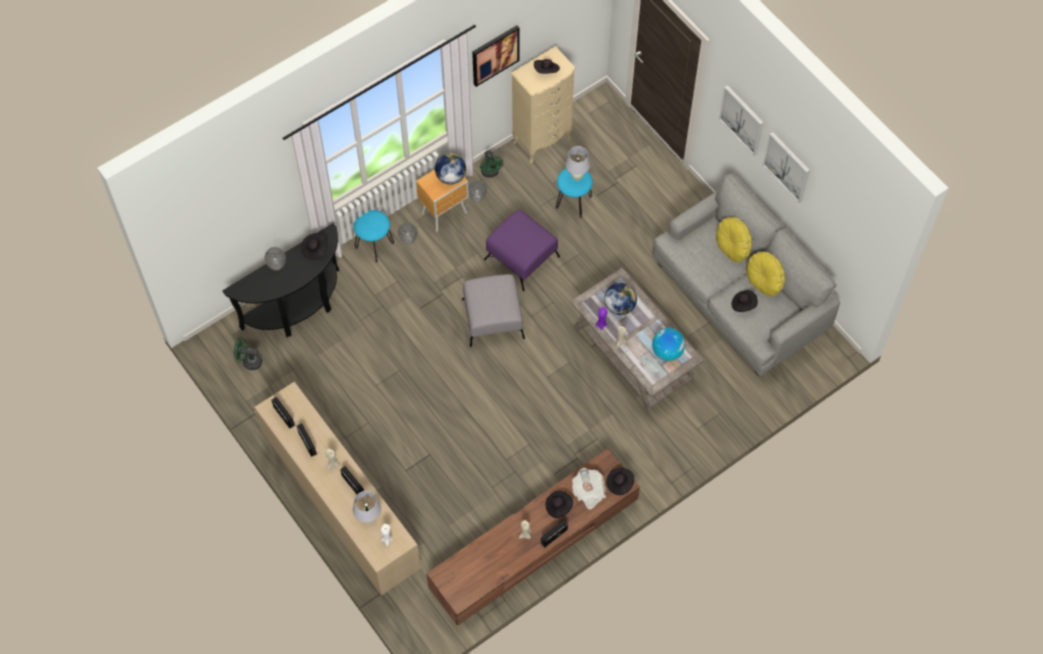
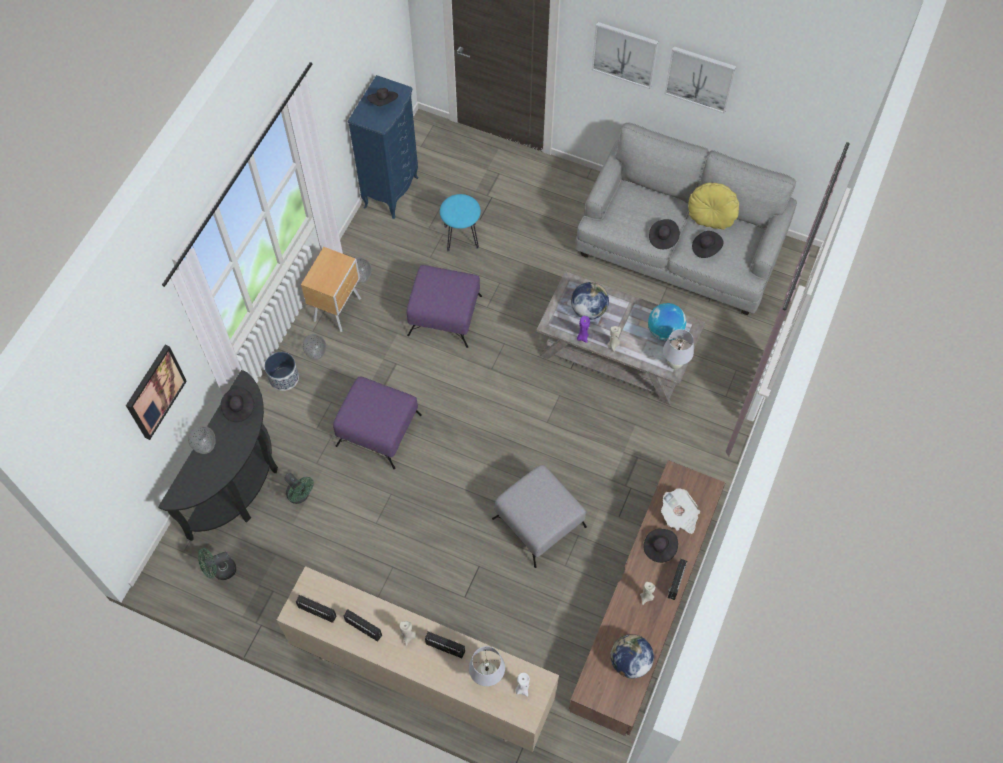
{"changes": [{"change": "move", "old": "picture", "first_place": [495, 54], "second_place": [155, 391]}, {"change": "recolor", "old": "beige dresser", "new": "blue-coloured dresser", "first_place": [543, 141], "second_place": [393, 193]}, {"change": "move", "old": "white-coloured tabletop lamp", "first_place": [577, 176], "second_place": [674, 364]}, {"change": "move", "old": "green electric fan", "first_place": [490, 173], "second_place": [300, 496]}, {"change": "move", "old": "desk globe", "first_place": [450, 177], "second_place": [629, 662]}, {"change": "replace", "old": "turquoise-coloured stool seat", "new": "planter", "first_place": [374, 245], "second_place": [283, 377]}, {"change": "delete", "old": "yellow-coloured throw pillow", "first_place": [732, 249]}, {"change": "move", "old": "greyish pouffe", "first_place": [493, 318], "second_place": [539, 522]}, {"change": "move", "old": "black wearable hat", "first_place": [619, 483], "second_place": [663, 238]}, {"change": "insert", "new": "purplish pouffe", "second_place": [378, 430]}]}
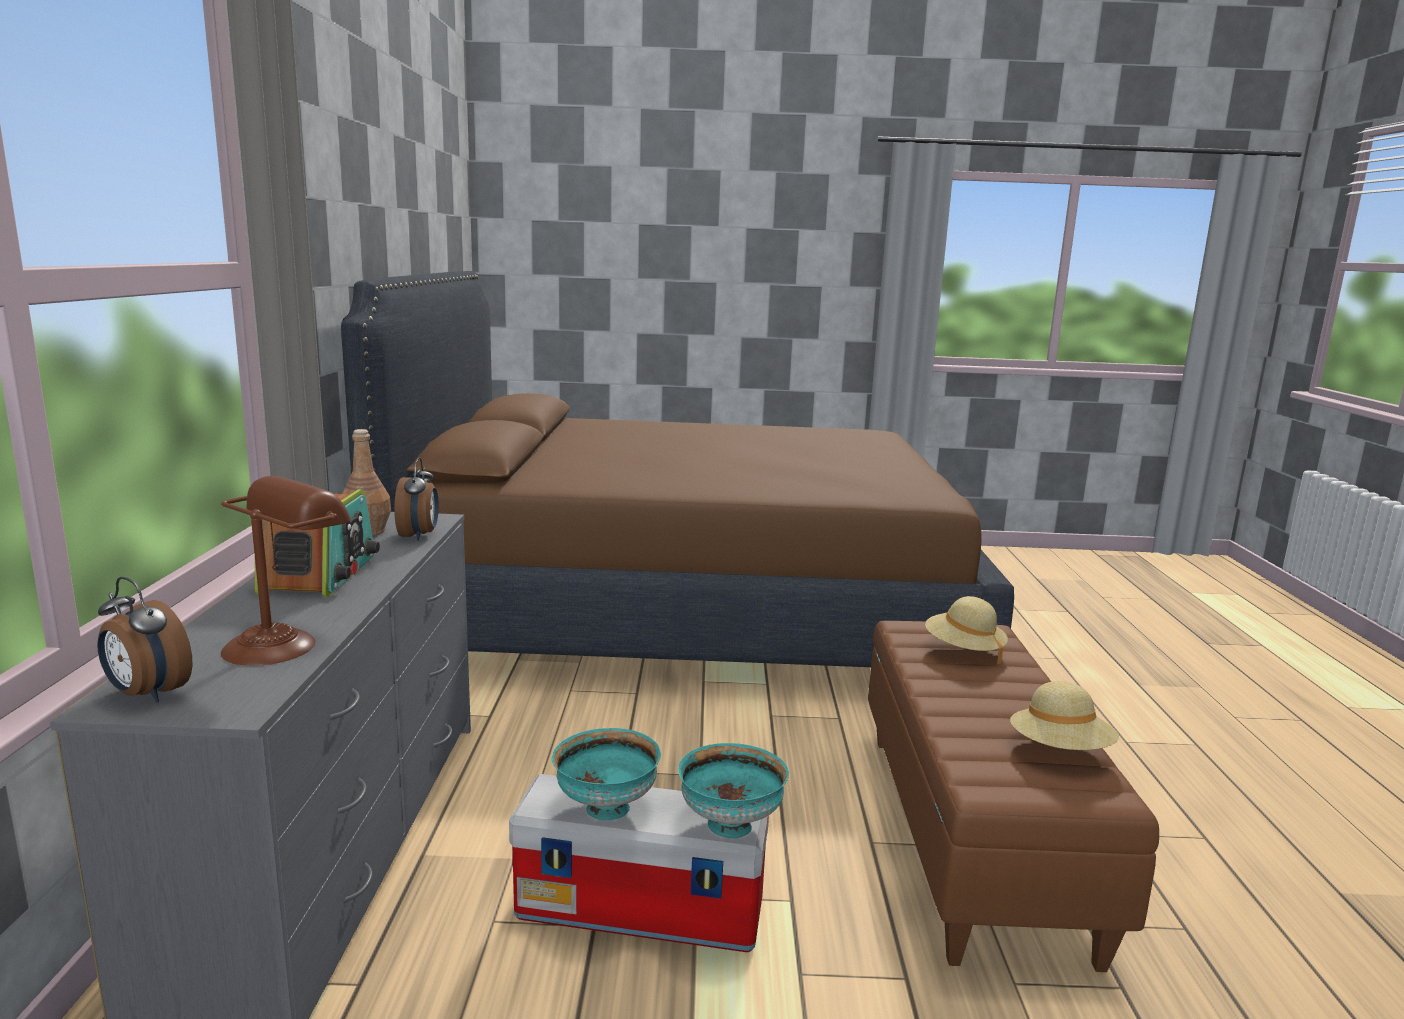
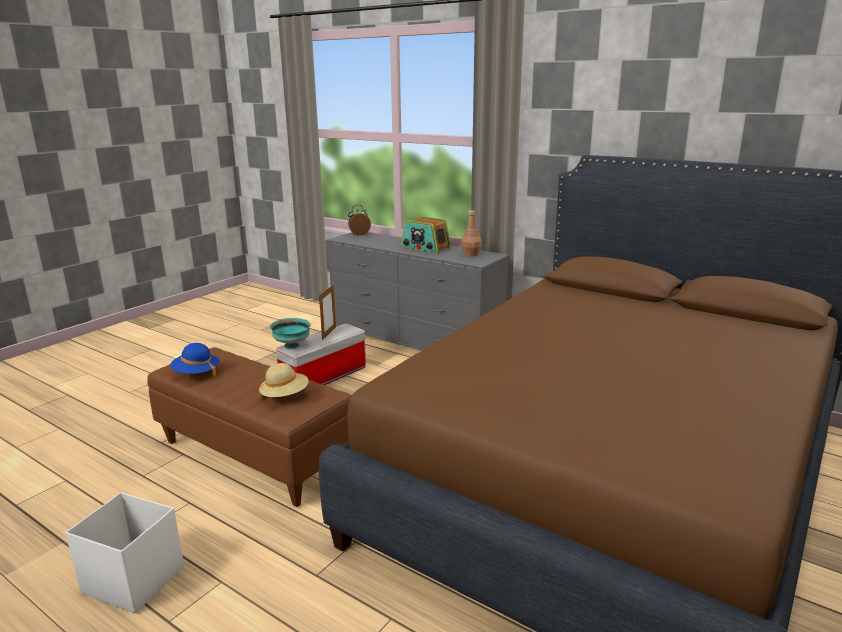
{"changes": [{"change": "delete", "old": "bedside clock", "first_place": [419, 536]}, {"change": "delete", "old": "brown tabletop lamp", "first_place": [285, 640]}, {"change": "recolor", "old": "beige wearable hat", "new": "blue-coloured wearable hat", "first_place": [1060, 750], "second_place": [196, 373]}, {"change": "replace", "old": "turquoise-coloured bowl", "new": "photo frame", "first_place": [605, 808], "second_place": [329, 333]}, {"change": "insert", "new": "white-coloured storage bin", "second_place": [133, 579]}]}
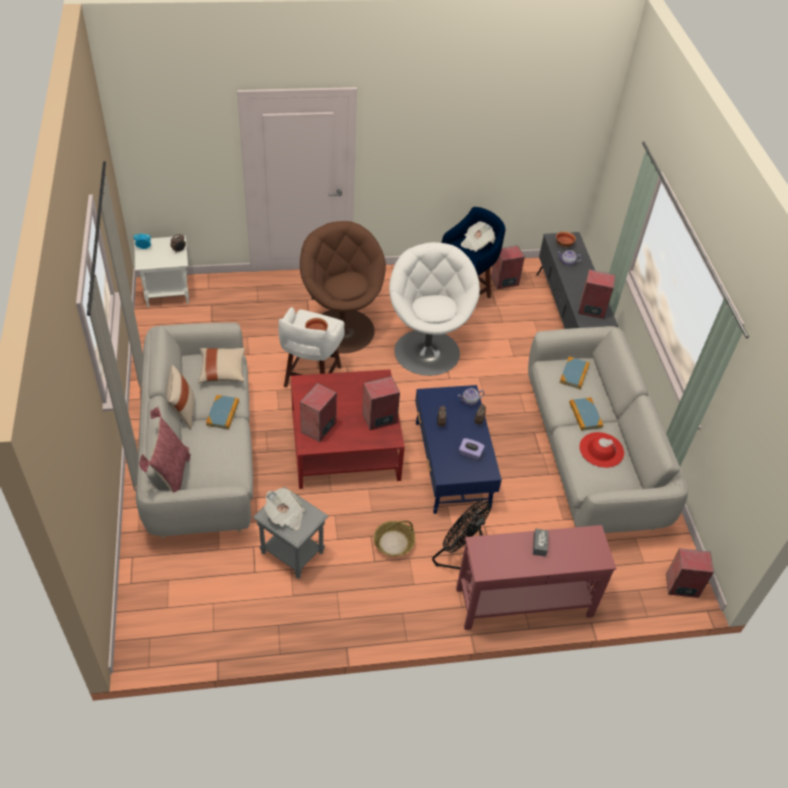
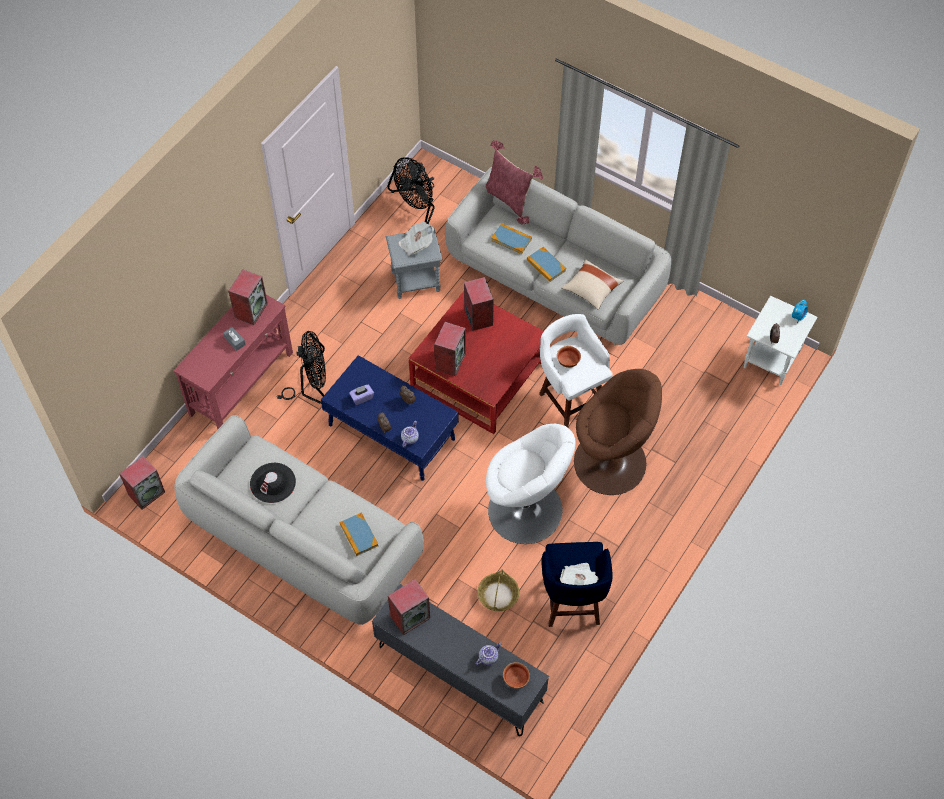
{"changes": [{"change": "move", "old": "audio speaker", "first_place": [504, 281], "second_place": [251, 310]}, {"change": "delete", "old": "beige throw pillow", "first_place": [183, 412]}, {"change": "move", "old": "book", "first_place": [585, 415], "second_place": [511, 239]}, {"change": "recolor", "old": "red-coloured wearable hat", "new": "black wearable hat", "first_place": [601, 450], "second_place": [273, 483]}, {"change": "move", "old": "storage basket", "first_place": [393, 543], "second_place": [498, 595]}, {"change": "insert", "new": "black electric fan", "second_place": [417, 201]}]}
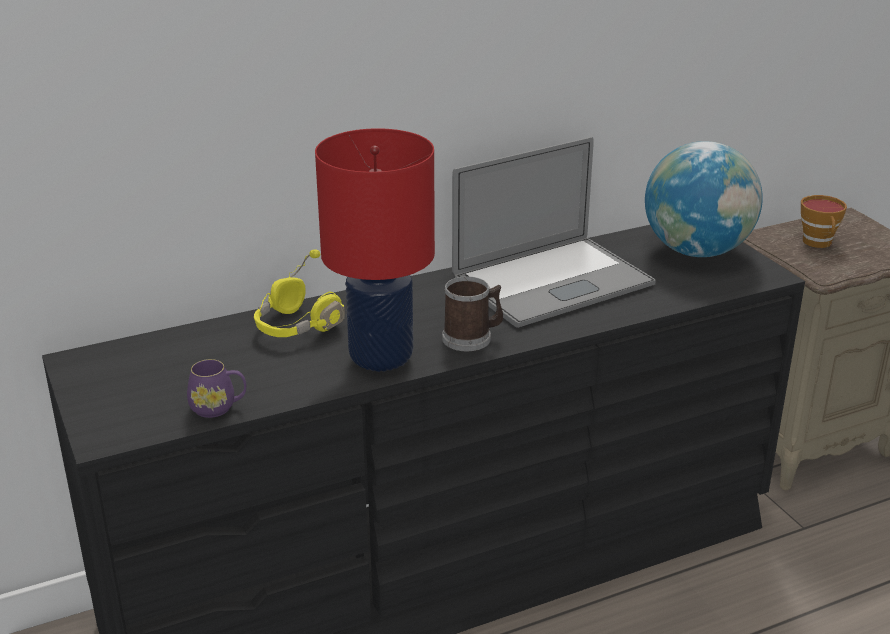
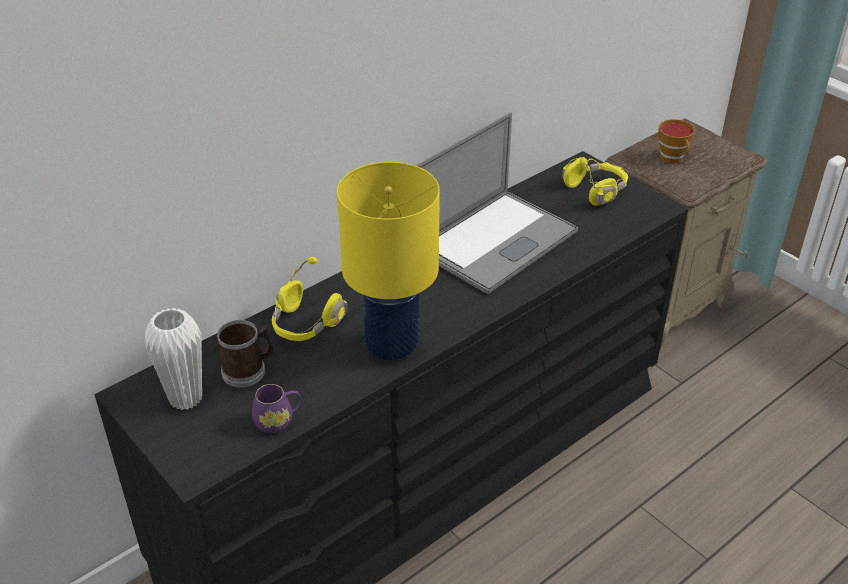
{"changes": [{"change": "recolor", "old": "red-coloured tabletop lamp", "new": "yellow-coloured tabletop lamp", "first_place": [381, 360], "second_place": [392, 347]}, {"change": "replace", "old": "desk globe", "new": "yellow-coloured headphones", "first_place": [697, 251], "second_place": [596, 191]}, {"change": "move", "old": "tea mug", "first_place": [472, 338], "second_place": [248, 370]}, {"change": "insert", "new": "white-coloured flower vase", "second_place": [185, 398]}]}
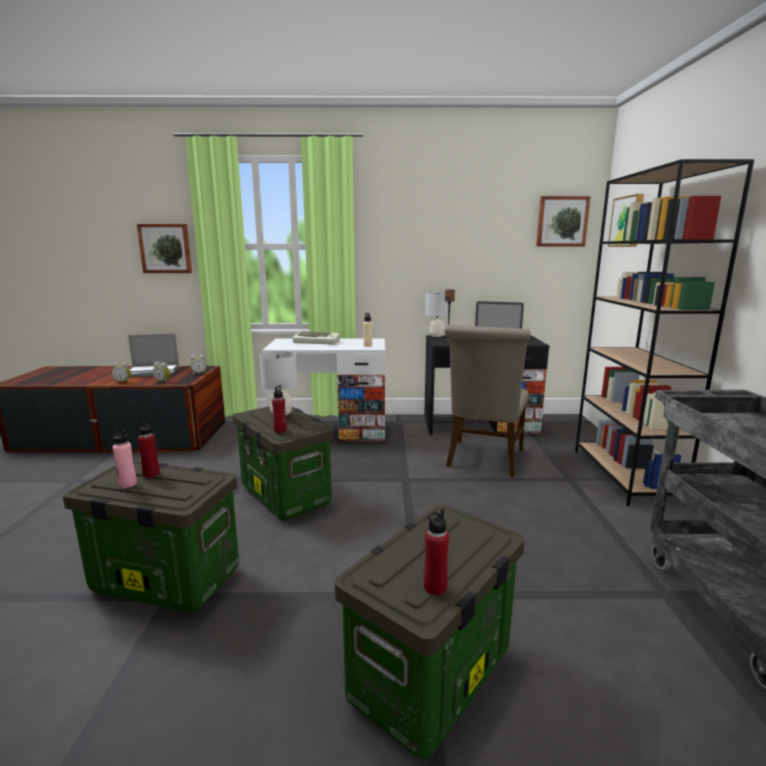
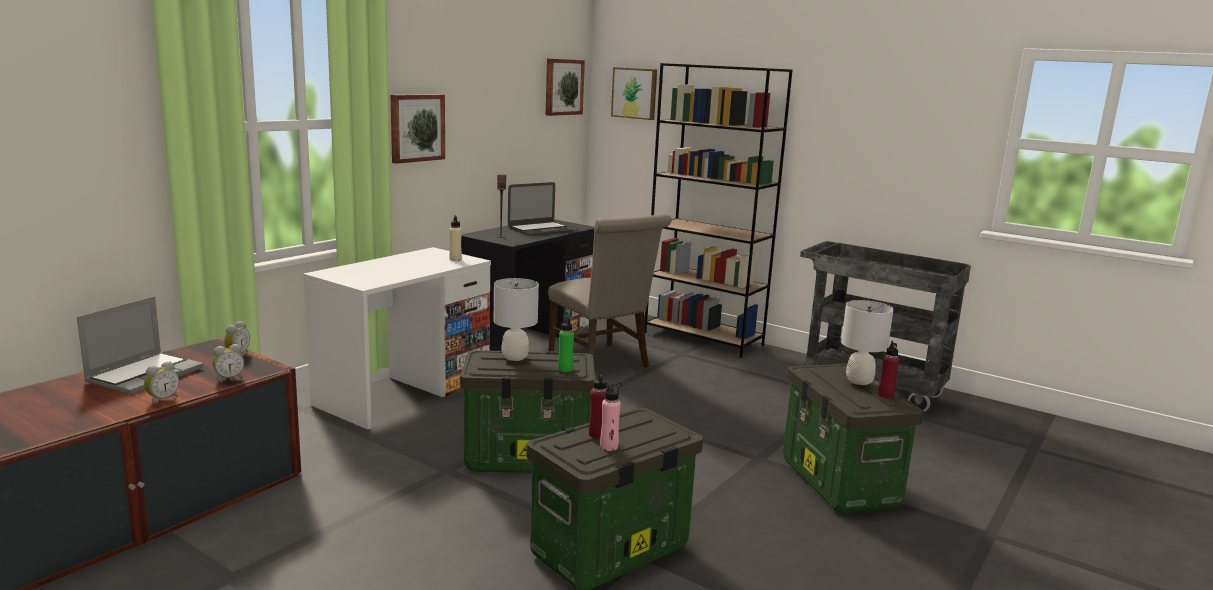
{"changes": [{"change": "move", "old": "picture", "first_place": [165, 248], "second_place": [416, 127]}, {"change": "move", "old": "greyish tabletop lamp", "first_place": [437, 336], "second_place": [858, 382]}, {"change": "delete", "old": "keyboard", "first_place": [317, 342]}, {"change": "recolor", "old": "red-coloured beverage bottle", "new": "green beverage bottle", "first_place": [280, 430], "second_place": [565, 369]}]}
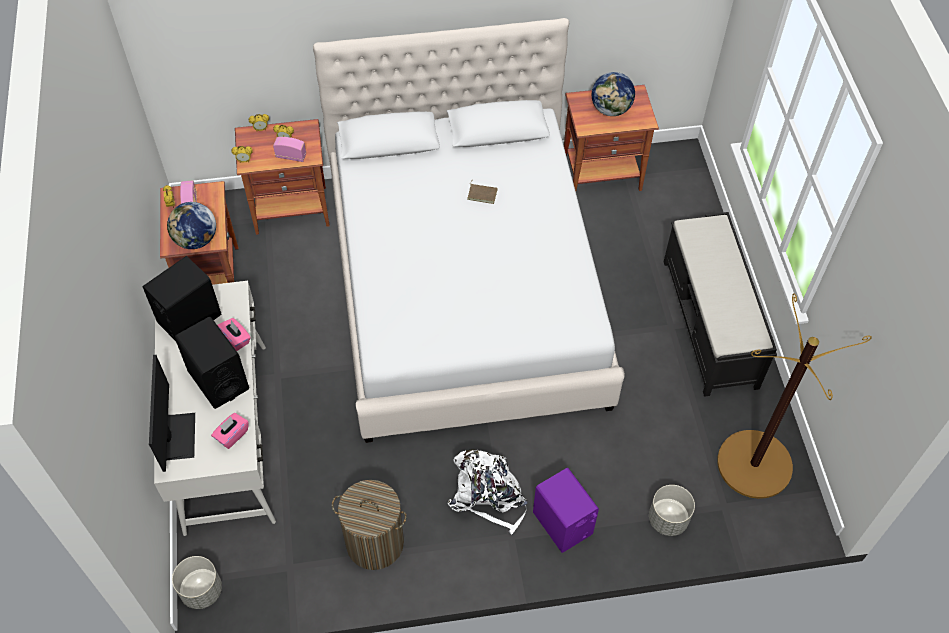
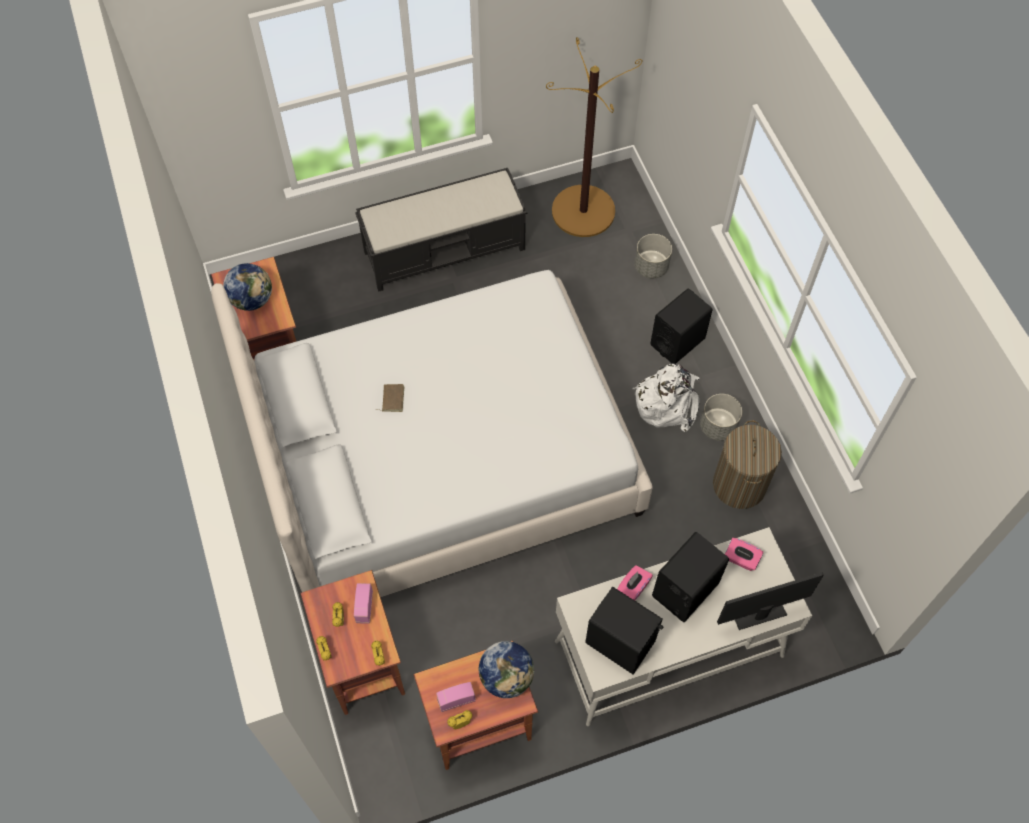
{"changes": [{"change": "recolor", "old": "purplish audio speaker", "new": "black audio speaker", "first_place": [562, 524], "second_place": [677, 341]}, {"change": "move", "old": "greyish planter", "first_place": [201, 591], "second_place": [718, 427]}]}
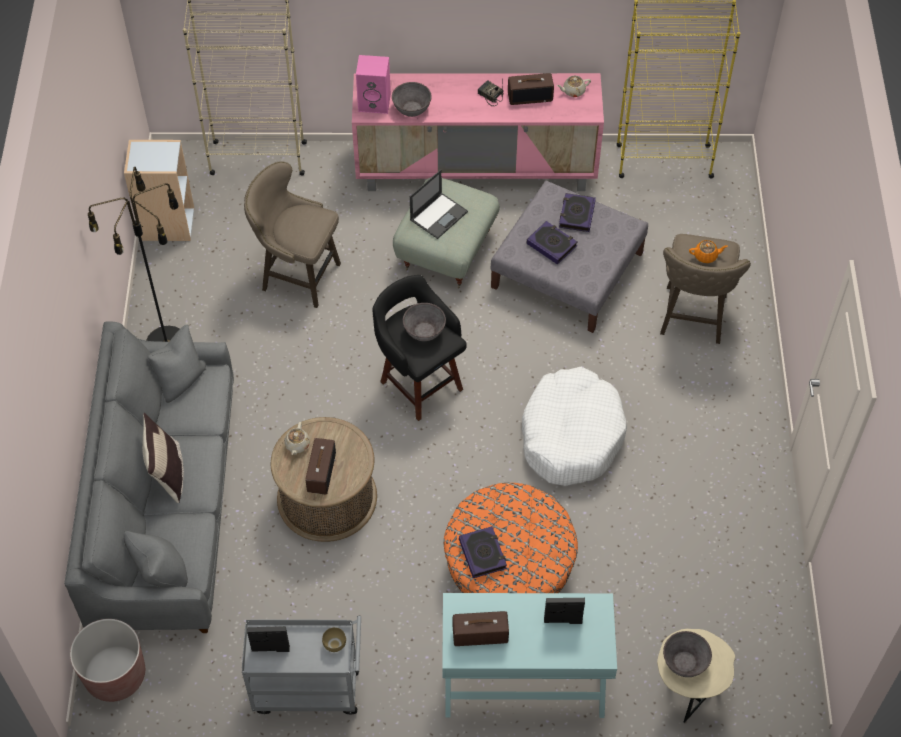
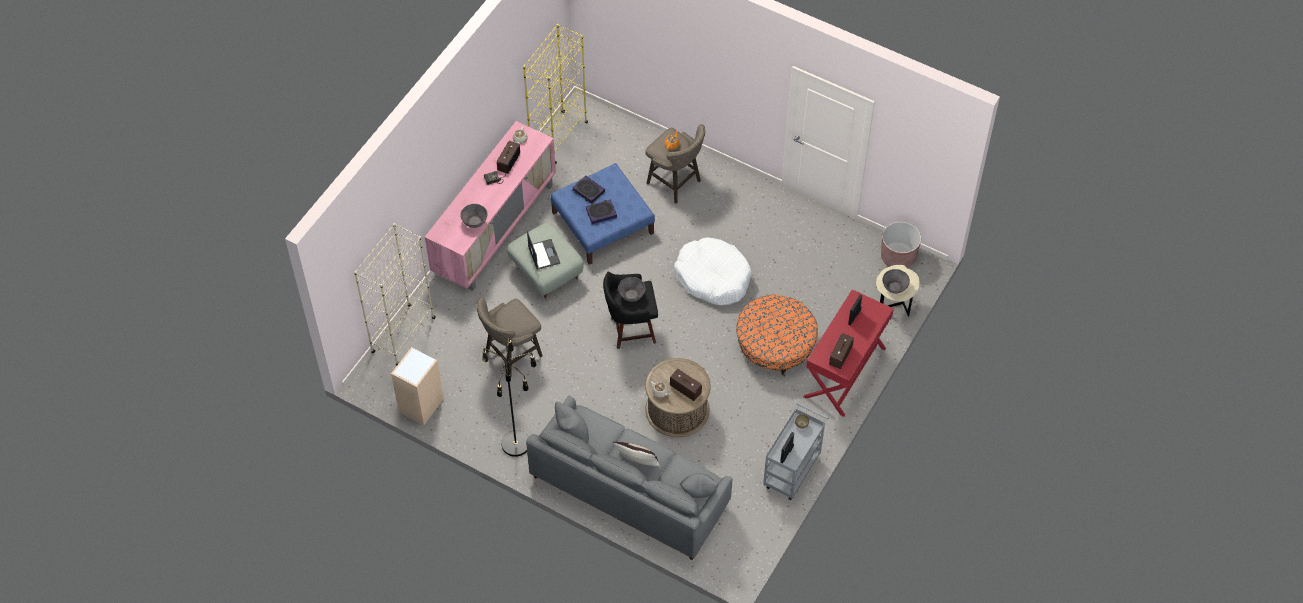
{"changes": [{"change": "delete", "old": "pinkish audio speaker", "first_place": [375, 102]}, {"change": "recolor", "old": "greyish pouffe", "new": "blue-coloured pouffe", "first_place": [566, 270], "second_place": [602, 223]}, {"change": "delete", "old": "book", "first_place": [482, 554]}, {"change": "recolor", "old": "turquoise-coloured console table", "new": "red-coloured console table", "first_place": [523, 681], "second_place": [845, 372]}, {"change": "move", "old": "brown planter", "first_place": [115, 675], "second_place": [898, 257]}]}
